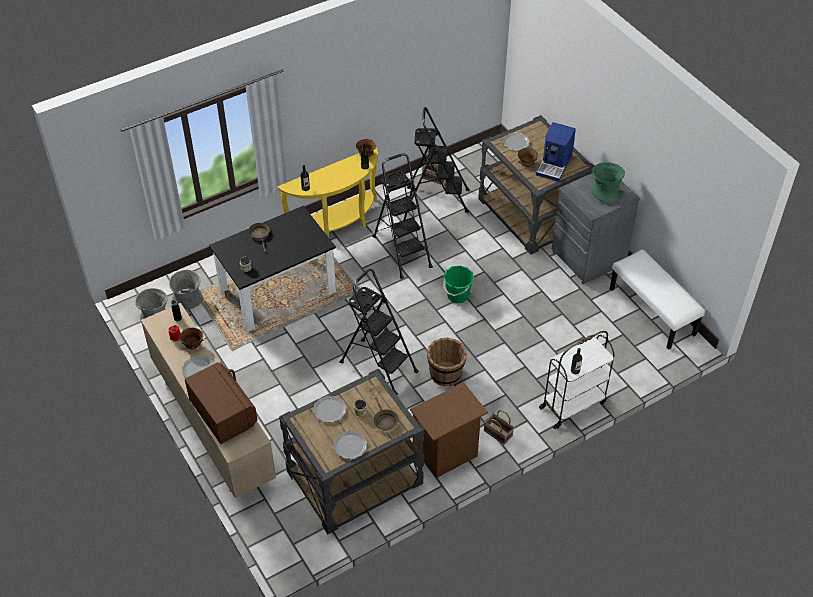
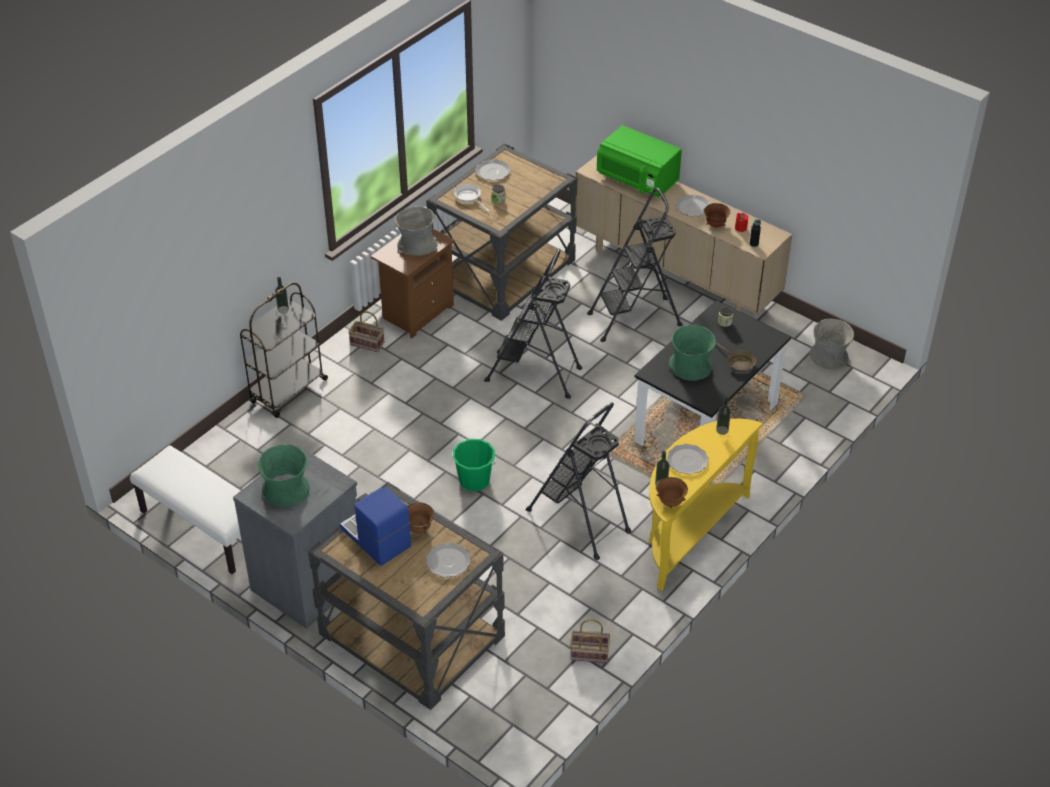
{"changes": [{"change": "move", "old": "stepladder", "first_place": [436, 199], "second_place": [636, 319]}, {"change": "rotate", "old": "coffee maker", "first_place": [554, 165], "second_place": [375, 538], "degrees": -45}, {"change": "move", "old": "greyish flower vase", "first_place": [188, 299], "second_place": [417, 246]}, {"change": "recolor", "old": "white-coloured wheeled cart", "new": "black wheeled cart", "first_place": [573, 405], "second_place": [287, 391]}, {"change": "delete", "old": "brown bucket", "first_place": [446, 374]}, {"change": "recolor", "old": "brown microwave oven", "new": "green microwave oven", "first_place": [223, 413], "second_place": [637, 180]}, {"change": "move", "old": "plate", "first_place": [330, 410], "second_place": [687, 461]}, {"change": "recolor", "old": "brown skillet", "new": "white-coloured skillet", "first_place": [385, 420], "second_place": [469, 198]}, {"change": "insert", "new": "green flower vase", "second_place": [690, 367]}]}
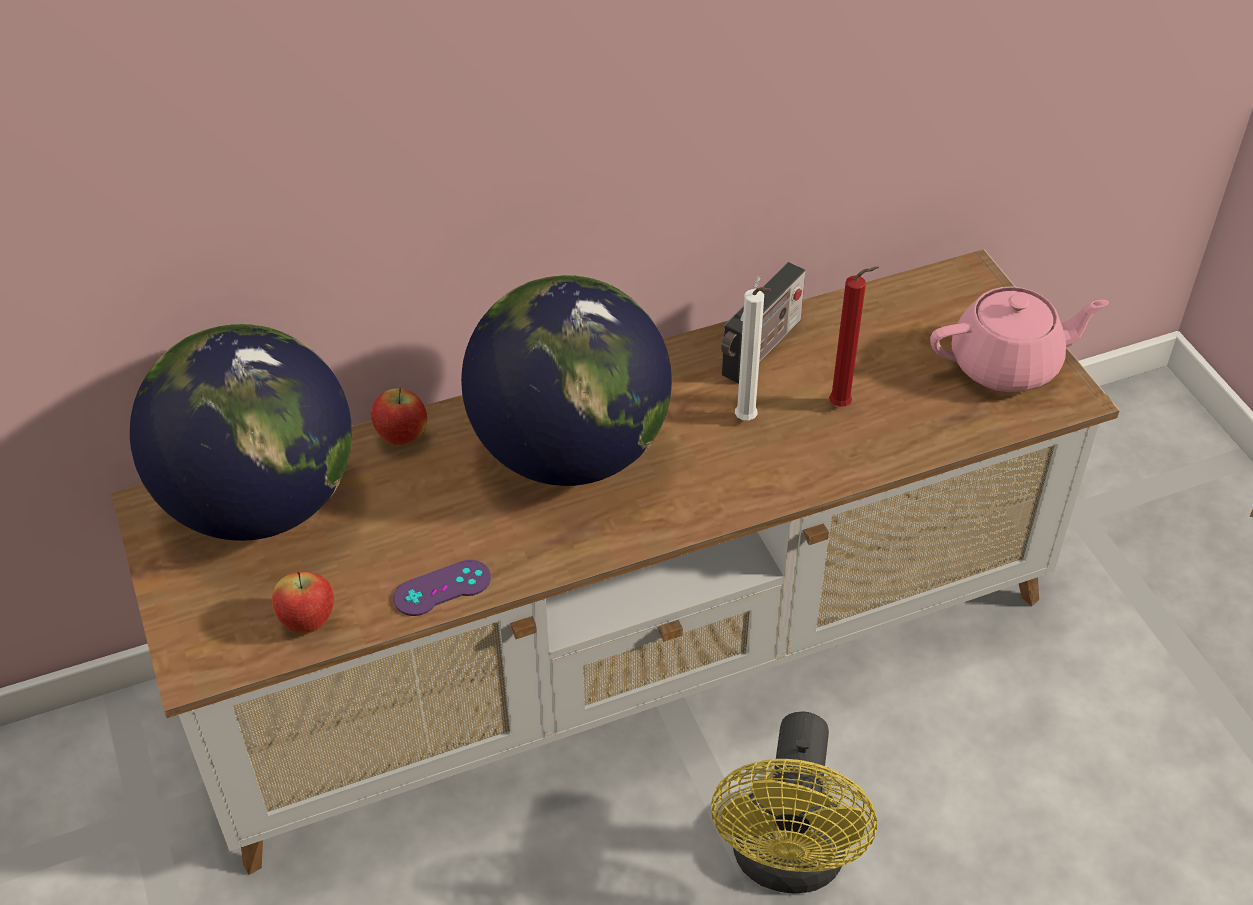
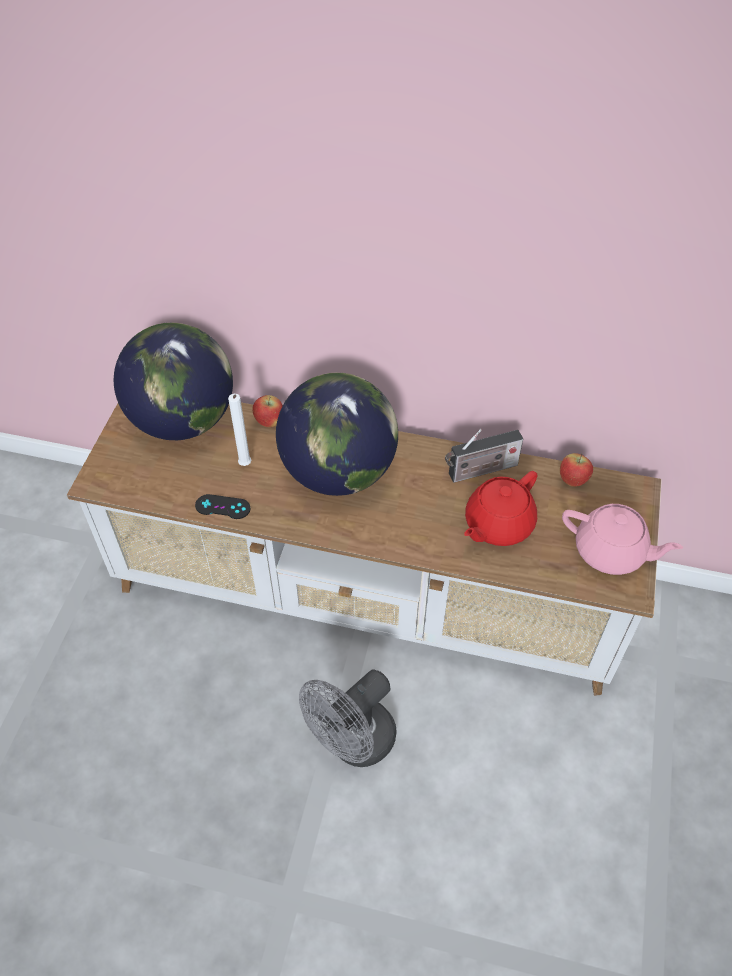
{"changes": [{"change": "replace", "old": "red-coloured wax light", "new": "red-coloured pot for tea", "first_place": [843, 405], "second_place": [497, 524]}, {"change": "move", "old": "white-coloured wax light", "first_place": [748, 421], "second_place": [245, 466]}, {"change": "recolor", "old": "purplish gamepad", "new": "black gamepad", "first_place": [442, 588], "second_place": [222, 507]}, {"change": "move", "old": "apple fruit", "first_place": [308, 622], "second_place": [572, 481]}, {"change": "recolor", "old": "yellow-coloured electric fan", "new": "greyish electric fan", "first_place": [787, 862], "second_place": [353, 743]}]}
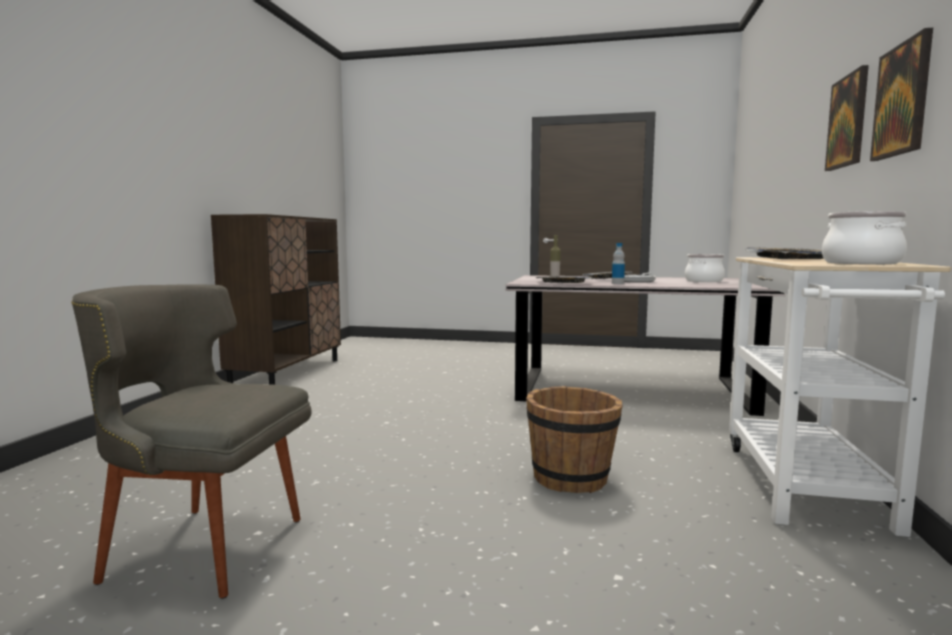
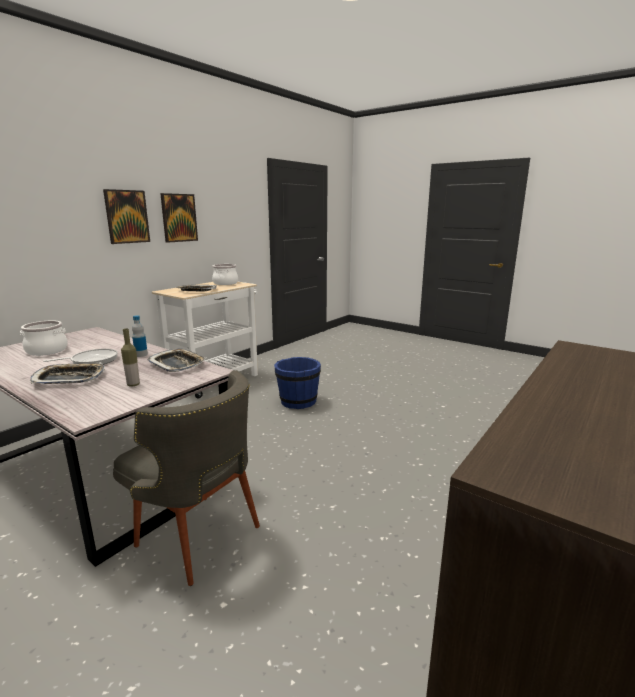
{"changes": [{"change": "move", "old": "greyish chair", "first_place": [208, 550], "second_place": [198, 536]}, {"change": "recolor", "old": "brown bucket", "new": "blue-coloured bucket", "first_place": [571, 478], "second_place": [298, 401]}]}
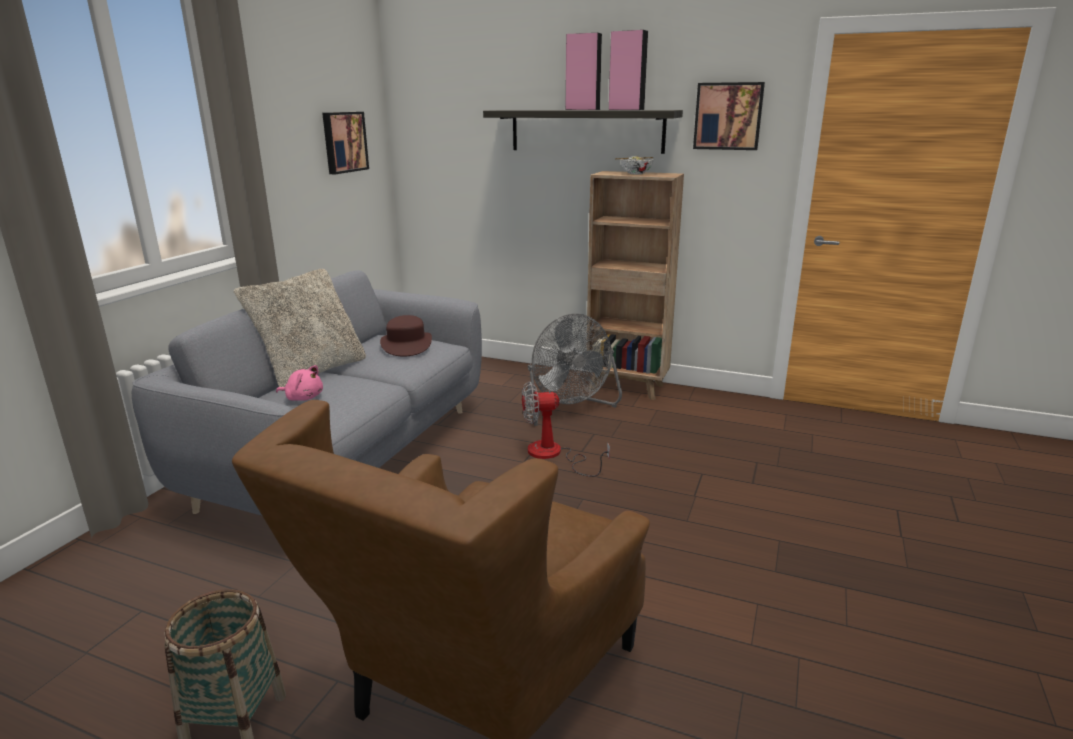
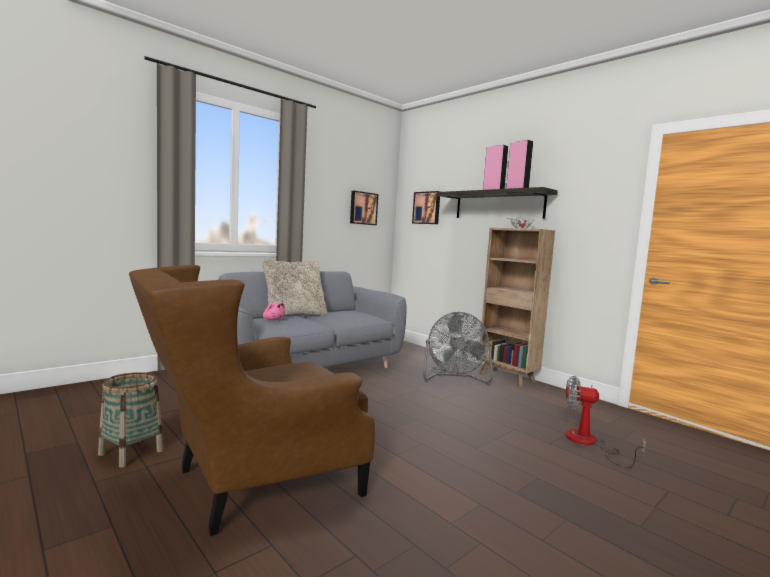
{"changes": [{"change": "move", "old": "picture", "first_place": [728, 116], "second_place": [427, 208]}, {"change": "delete", "old": "brown wearable hat", "first_place": [406, 344]}, {"change": "move", "old": "electric fan", "first_place": [554, 455], "second_place": [589, 443]}]}
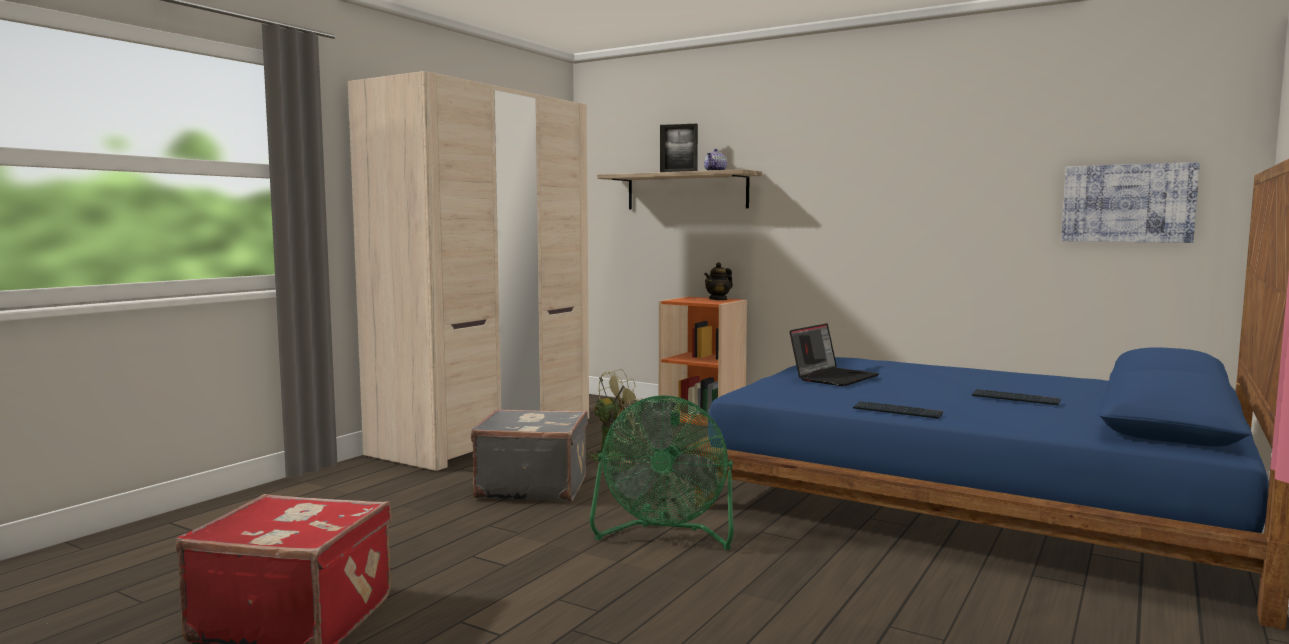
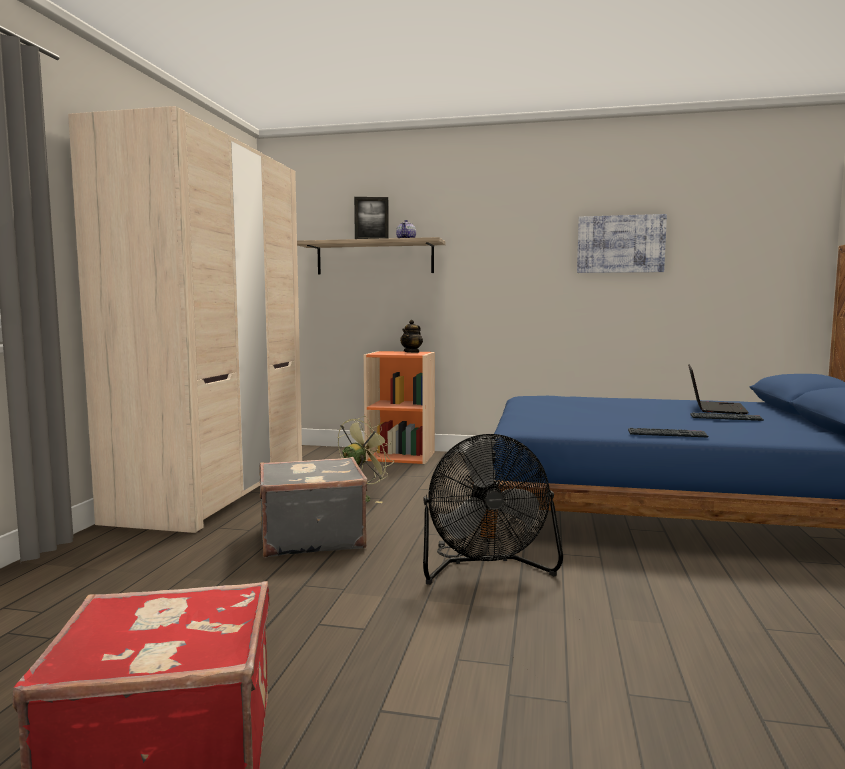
{"changes": [{"change": "move", "old": "picture", "first_place": [1127, 203], "second_place": [620, 244]}, {"change": "move", "old": "laptop", "first_place": [833, 377], "second_place": [714, 408]}, {"change": "recolor", "old": "green electric fan", "new": "black electric fan", "first_place": [661, 534], "second_place": [480, 569]}]}
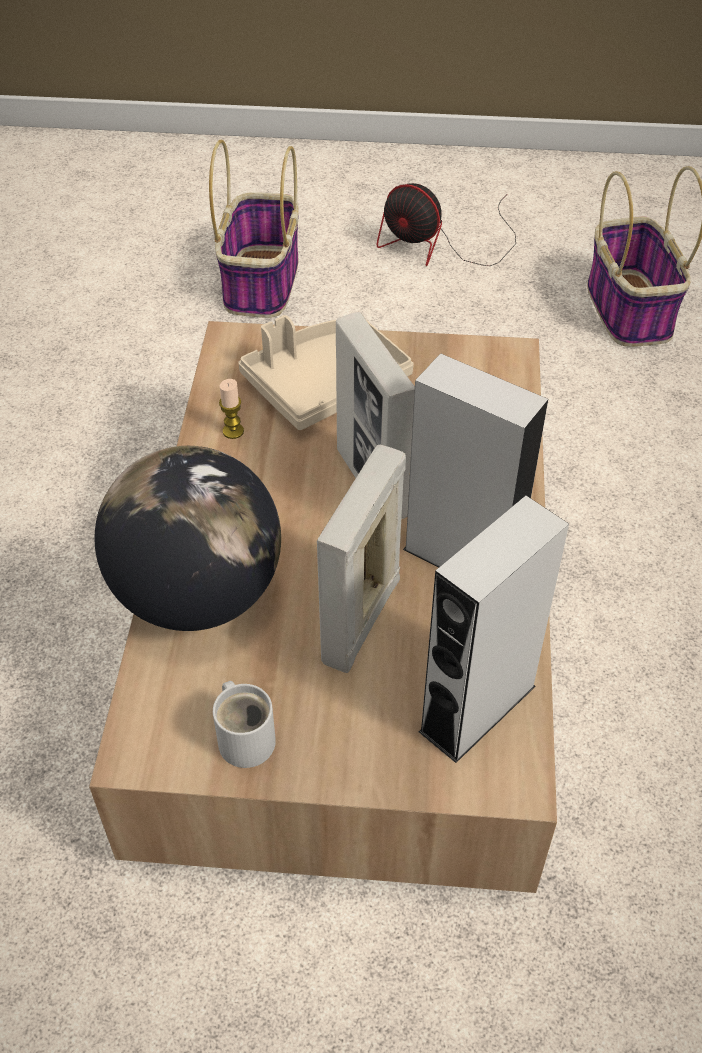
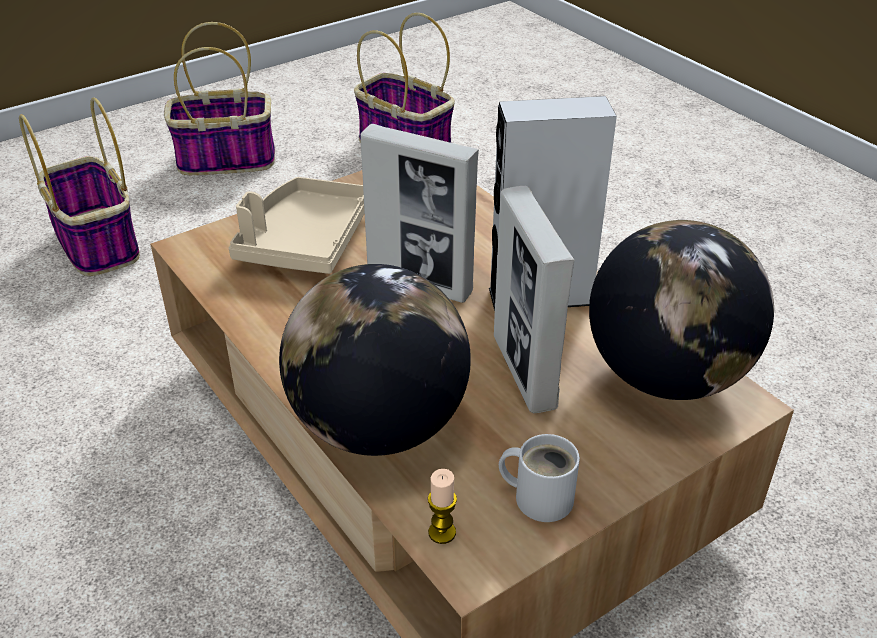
{"changes": [{"change": "replace", "old": "electric fan", "new": "storage basket", "first_place": [441, 245], "second_place": [224, 160]}, {"change": "move", "old": "wax light", "first_place": [233, 431], "second_place": [442, 532]}, {"change": "replace", "old": "greyish audio speaker", "new": "desk globe", "first_place": [477, 708], "second_place": [666, 376]}]}
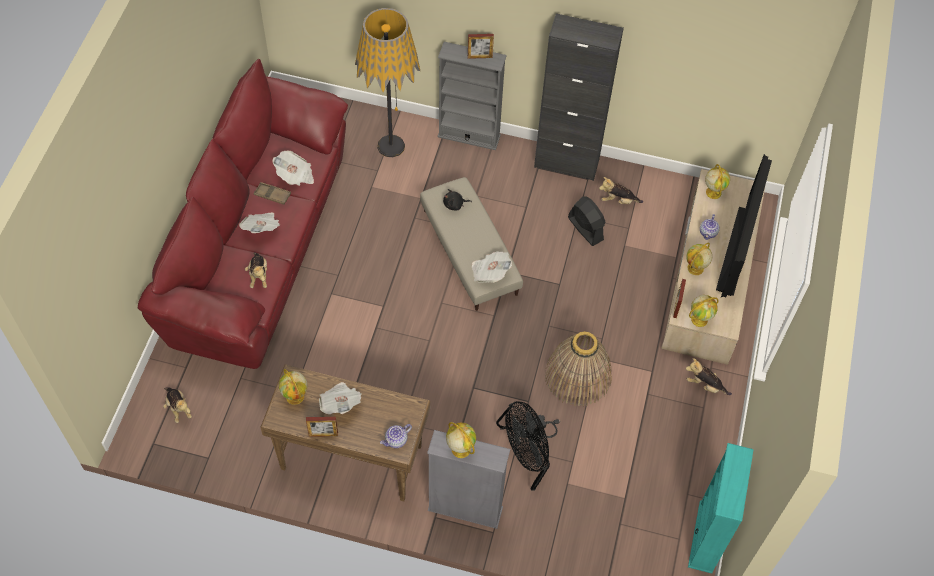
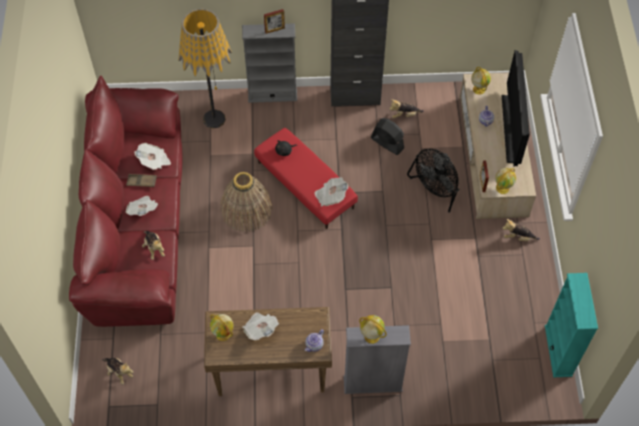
{"changes": [{"change": "recolor", "old": "beige pouffe", "new": "red-coloured pouffe", "first_place": [470, 252], "second_place": [305, 185]}, {"change": "delete", "old": "desk globe", "first_place": [695, 268]}, {"change": "move", "old": "storage basket", "first_place": [578, 376], "second_place": [246, 209]}, {"change": "move", "old": "black electric fan", "first_place": [529, 450], "second_place": [436, 187]}, {"change": "delete", "old": "photo frame", "first_place": [323, 434]}]}
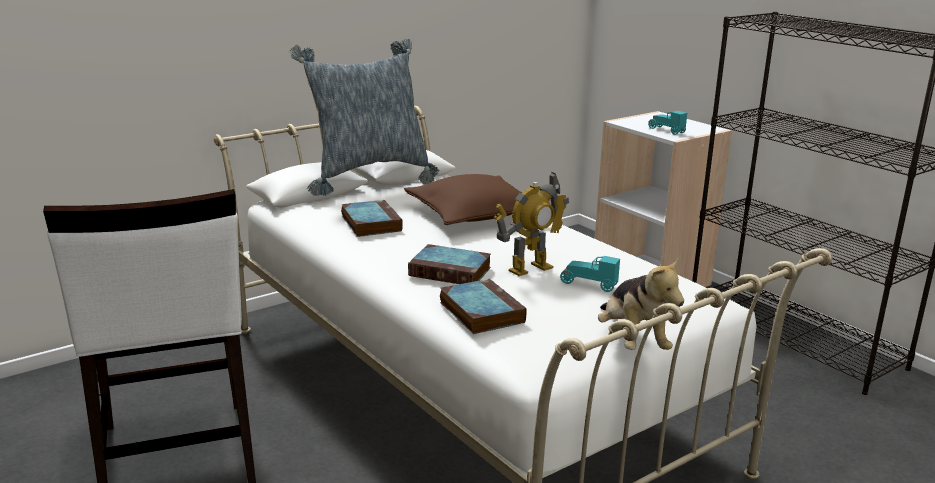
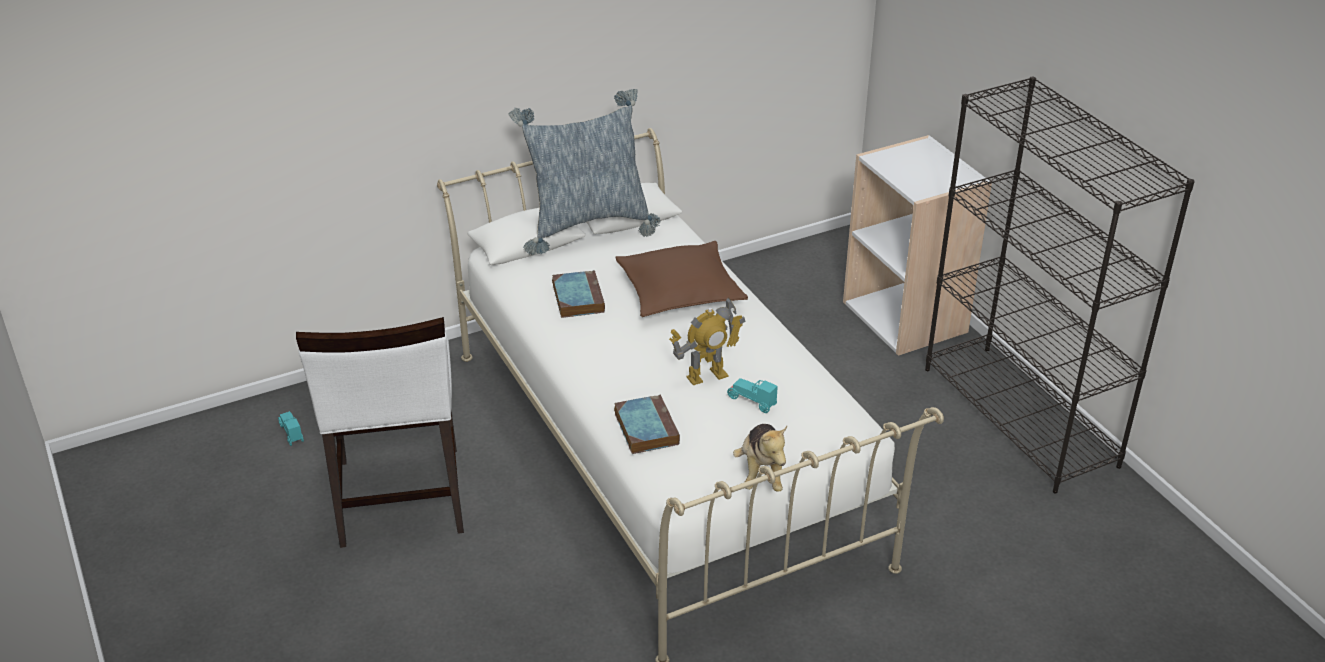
{"changes": [{"change": "move", "old": "turquoise-coloured toy car", "first_place": [666, 130], "second_place": [291, 433]}, {"change": "delete", "old": "book", "first_place": [452, 271]}]}
